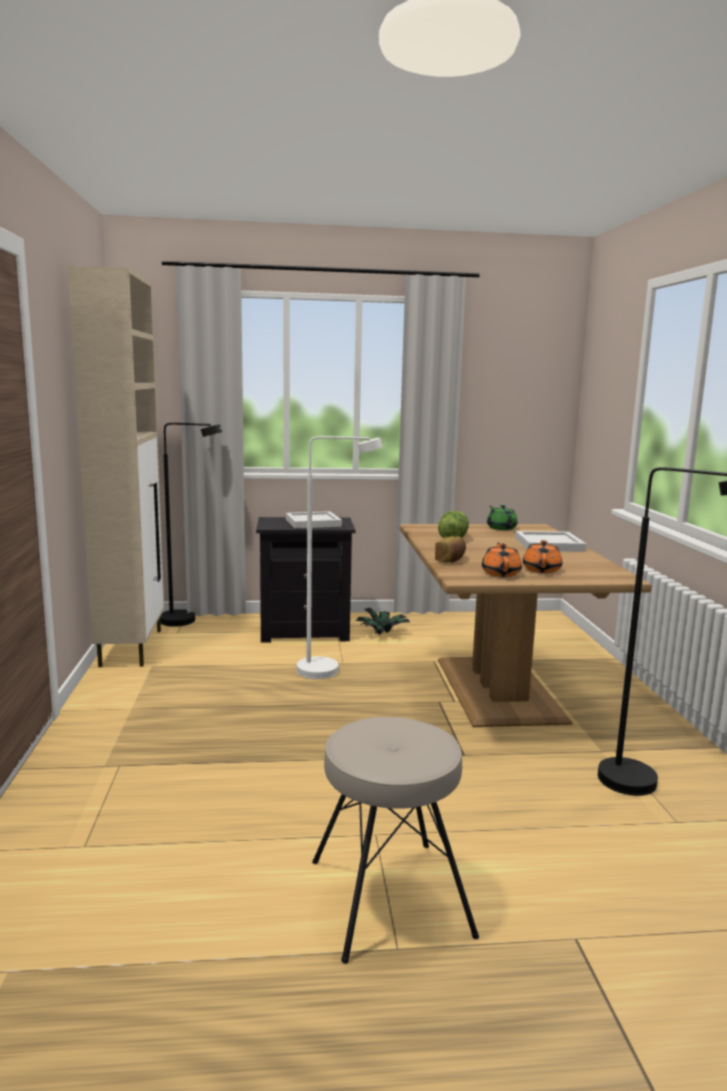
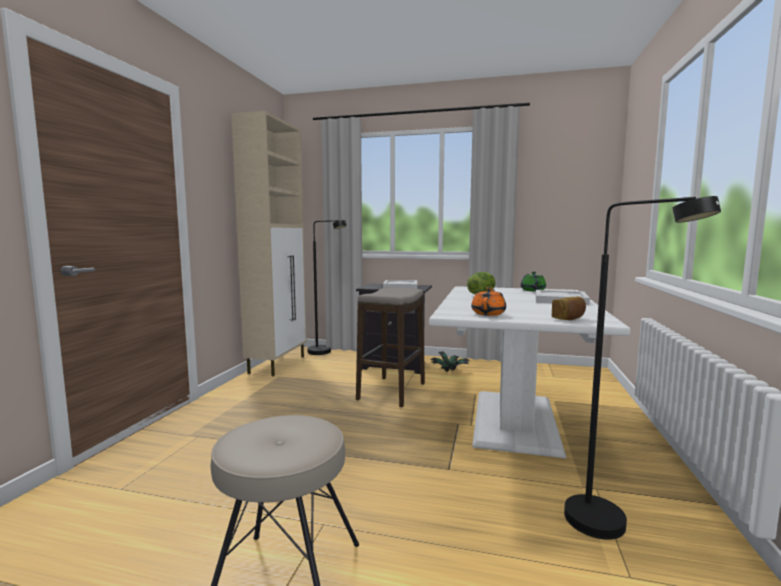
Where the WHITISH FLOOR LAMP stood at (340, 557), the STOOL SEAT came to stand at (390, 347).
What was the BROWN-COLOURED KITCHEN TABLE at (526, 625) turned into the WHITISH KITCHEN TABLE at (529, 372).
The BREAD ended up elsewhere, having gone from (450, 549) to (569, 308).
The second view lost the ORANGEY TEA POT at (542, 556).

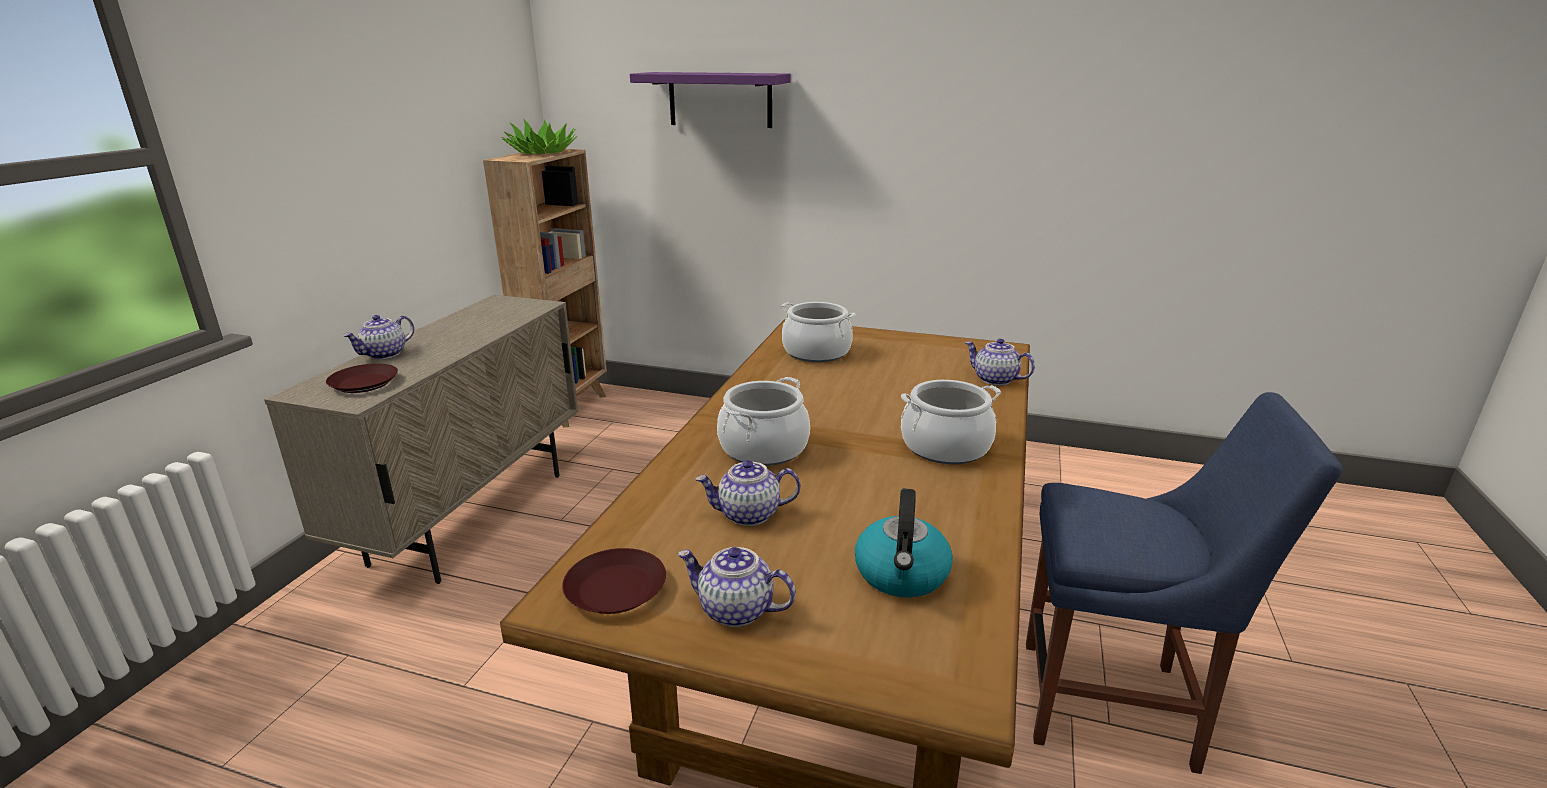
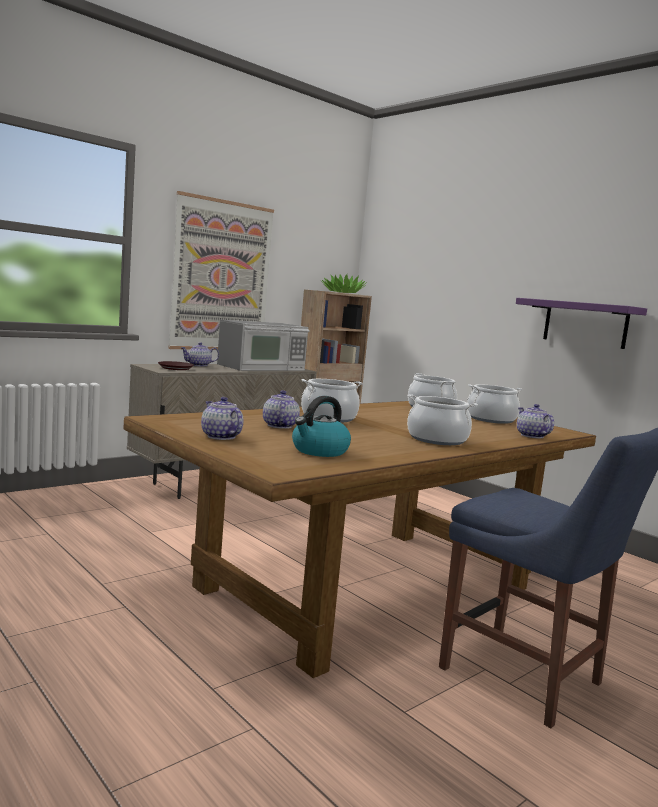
The PURPLE-COLOURED WALL SHELF ended up elsewhere, having gone from (710, 100) to (581, 323).
The TEA POT at (748, 493) ended up facing another way, 60 degrees clockwise from before.
The second view lost the BROWN-COLOURED FLAT DISH at (614, 581).
The second view gained the WALL PICTURE at (221, 270).
The second view gained the MICROWAVE at (263, 345).
The second view gained the SAUCEPOT at (495, 404).

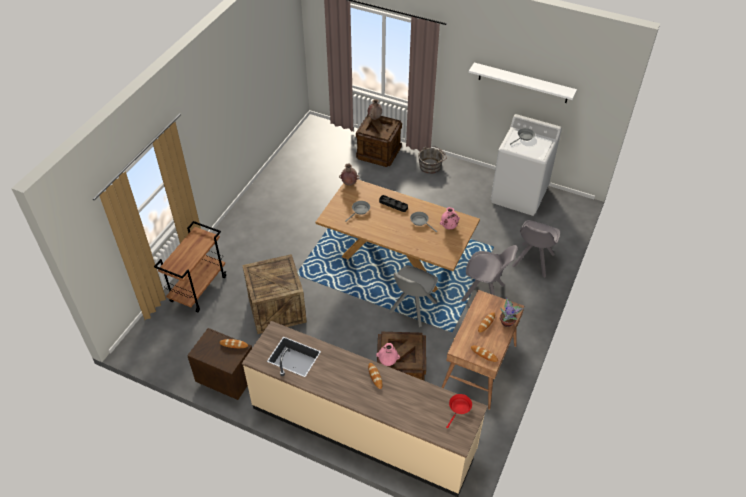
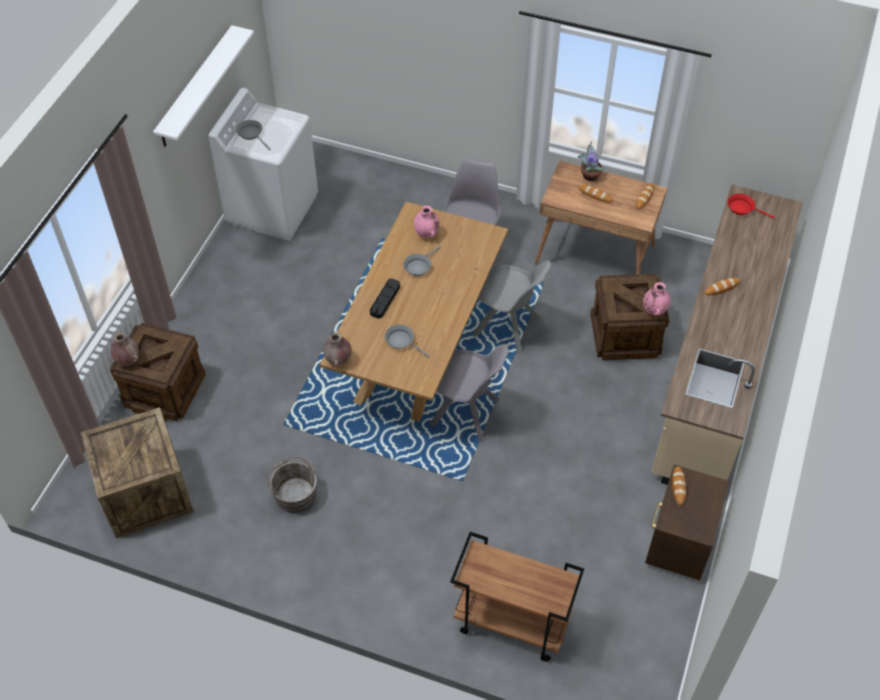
The GREY PAIL ended up elsewhere, having gone from (432, 160) to (291, 485).
The GREY UPRIGHT CHAIR ended up elsewhere, having gone from (536, 249) to (469, 393).
The PACKING CRATE ended up elsewhere, having gone from (274, 294) to (137, 472).

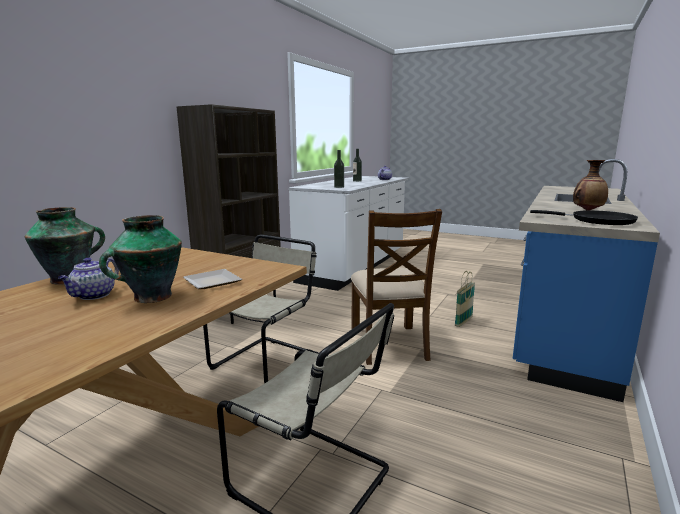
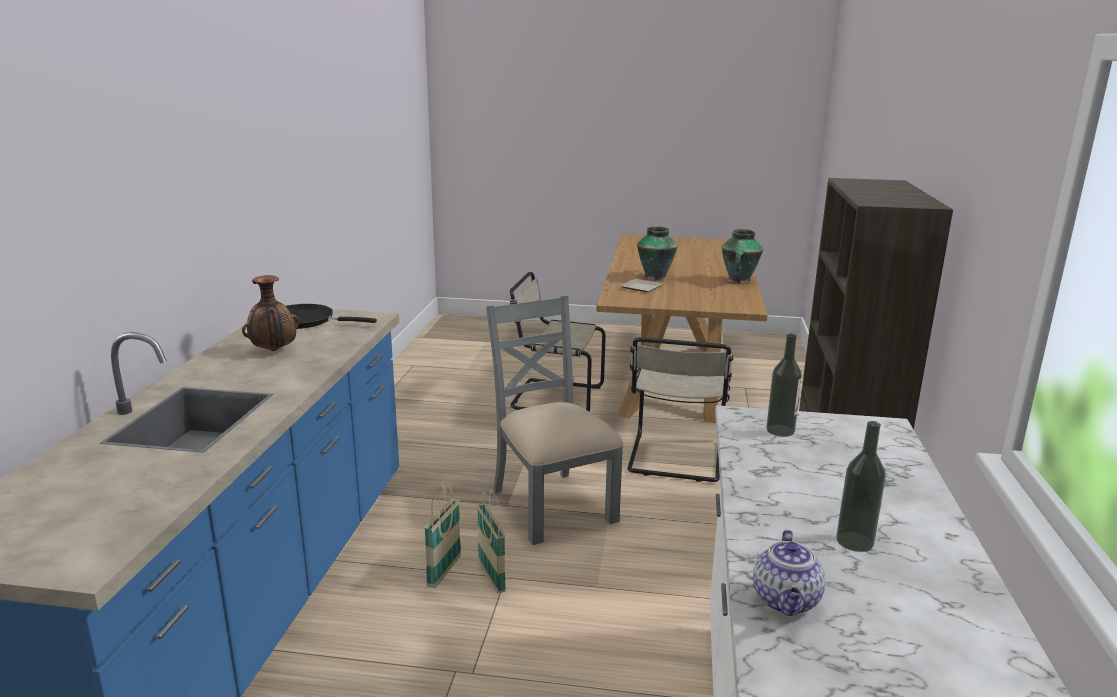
What was the BROWN-COLOURED UPRIGHT CHAIR at (396, 287) turned into the GREY UPRIGHT CHAIR at (554, 420).
The second view lost the TEA POT at (88, 279).
The second view gained the STORAGE BASKET at (491, 541).

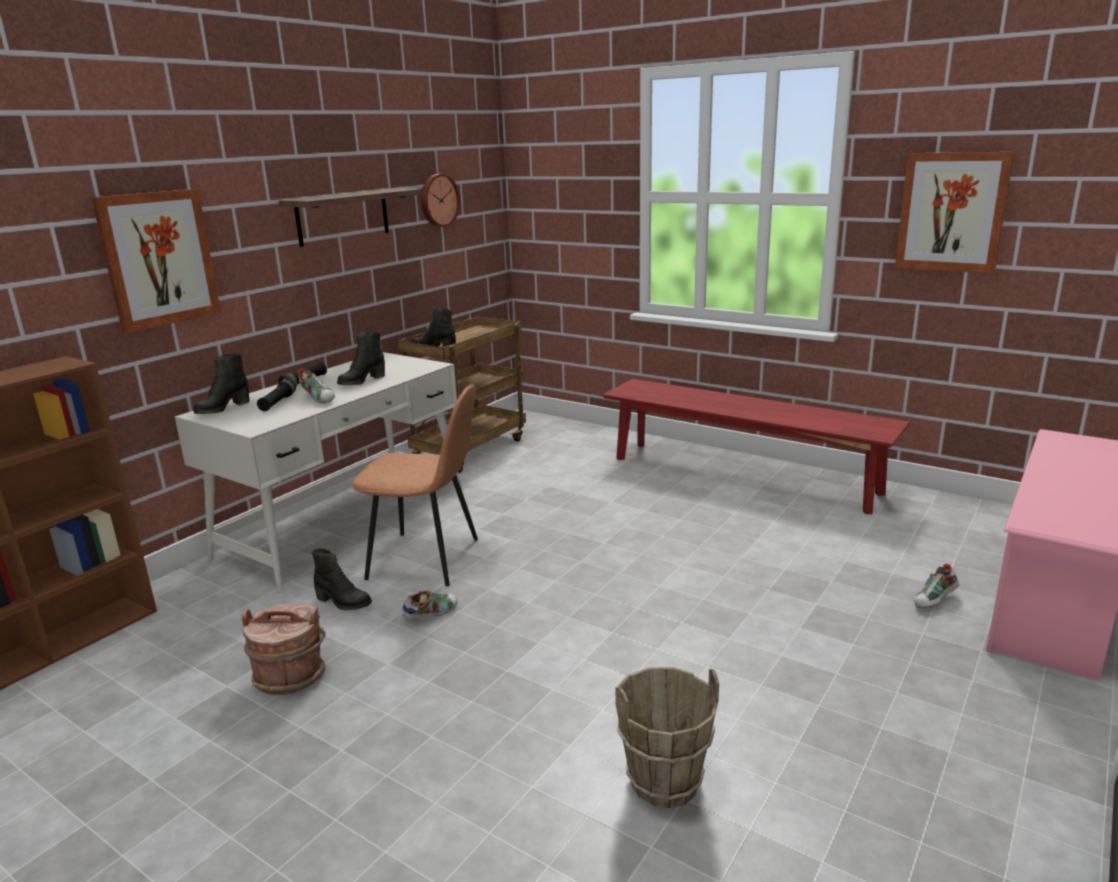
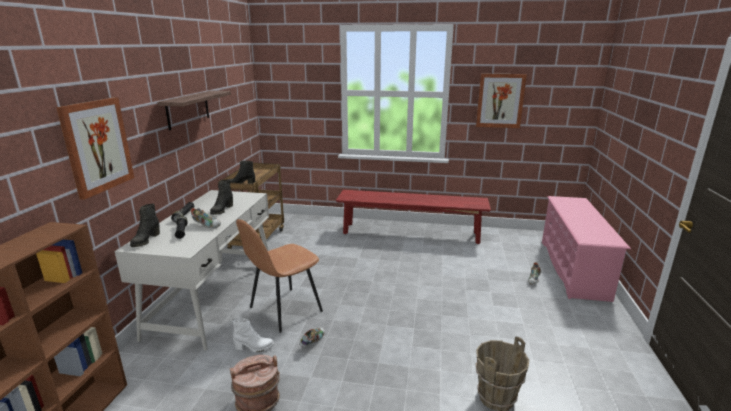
The second view lost the HANGING CLOCK at (440, 200).
The BROWN-COLOURED UPRIGHT CHAIR at (415, 485) ended up facing another way, 150 degrees clockwise from before.
What was the BLACKISH BOOT at (342, 579) turned into the WHITISH BOOT at (253, 335).

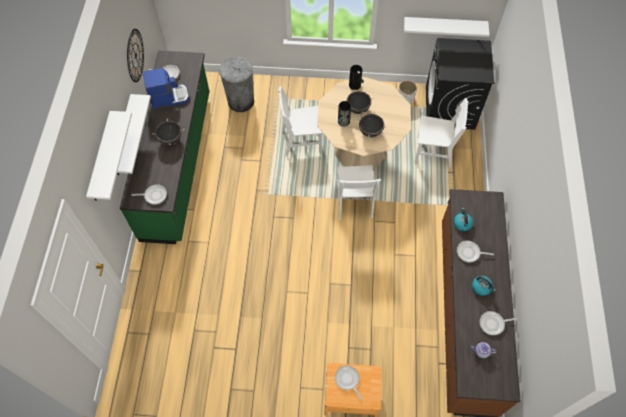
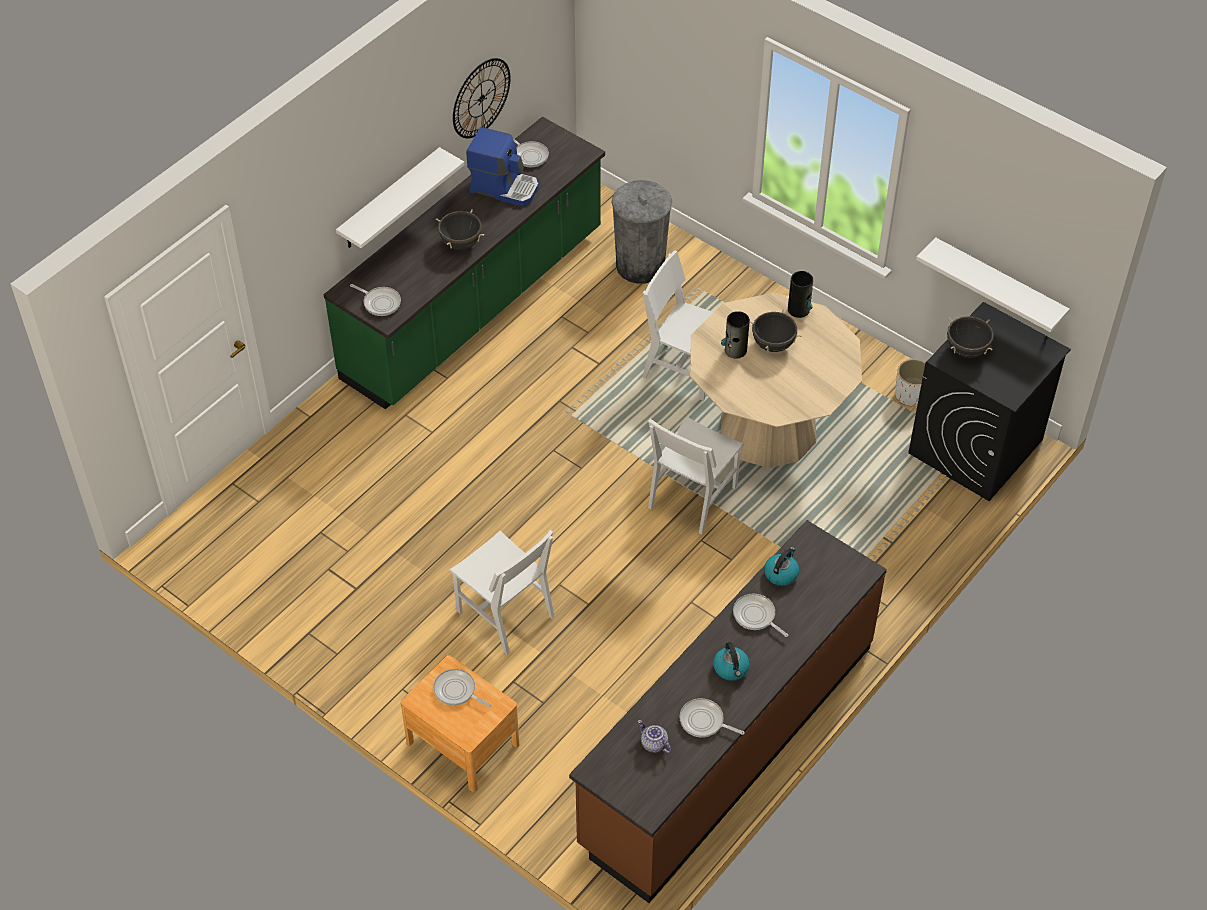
The WHITISH UPRIGHT CHAIR ended up elsewhere, having gone from (441, 133) to (502, 592).
The second view lost the WHITISH WALL SHELF at (109, 156).
The BLACKISH SAUCEPOT ended up elsewhere, having gone from (371, 124) to (970, 337).
The SKILLET at (349, 382) ended up facing another way, 60 degrees counterclockwise from before.

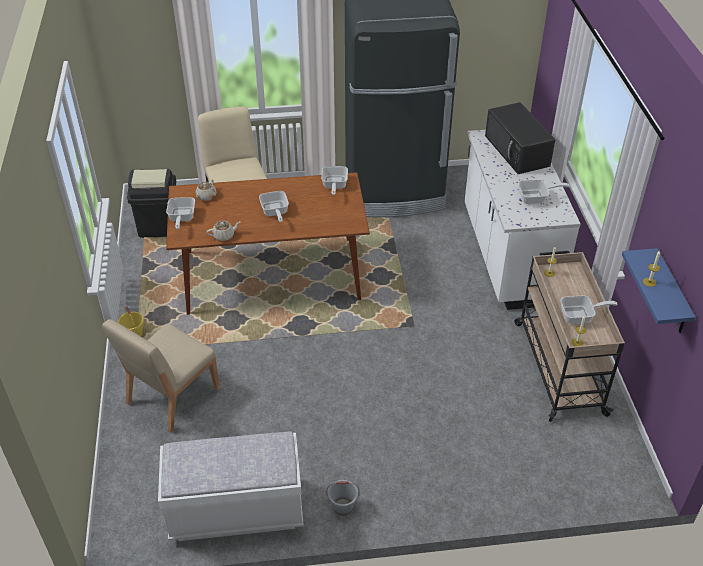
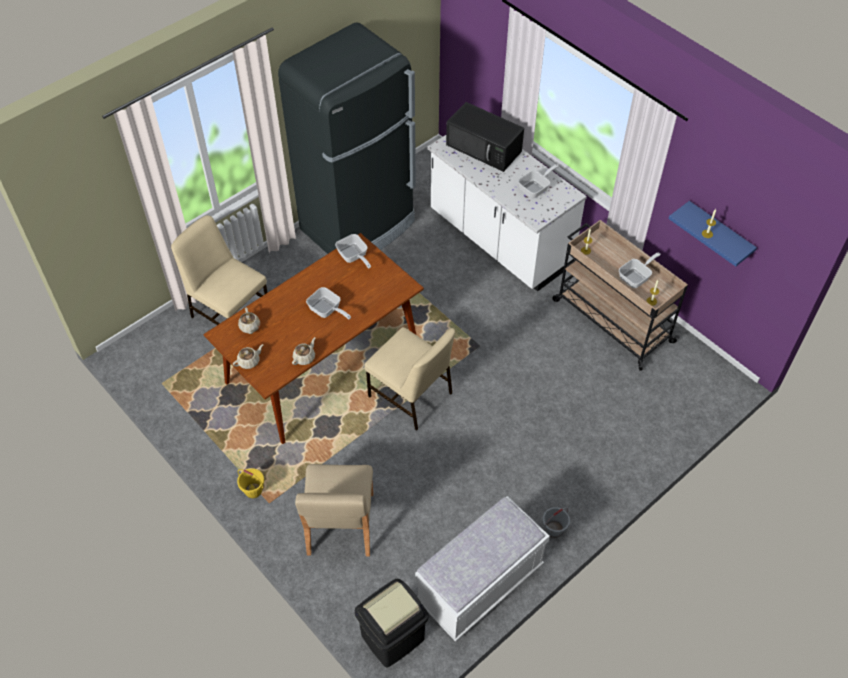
The BLACKISH RUBBISH BIN ended up elsewhere, having gone from (151, 203) to (391, 623).
Where the SKILLET stood at (180, 213), the SAND-COLOURED TEA POT came to stand at (248, 356).
The second view gained the SAND-COLOURED UPRIGHT CHAIR at (409, 379).

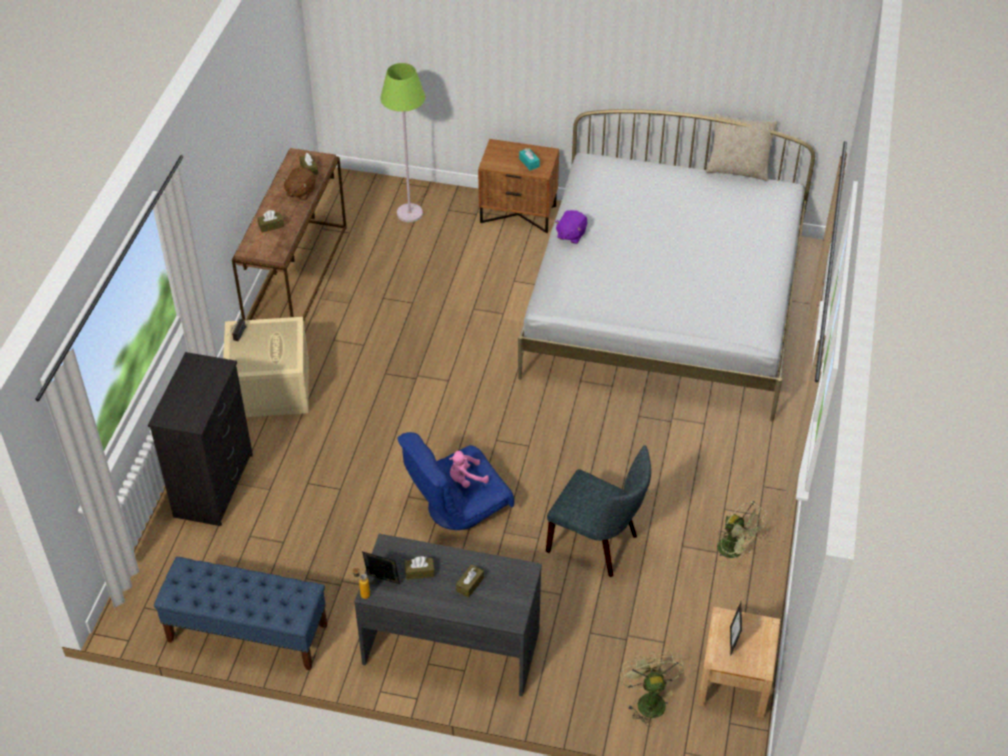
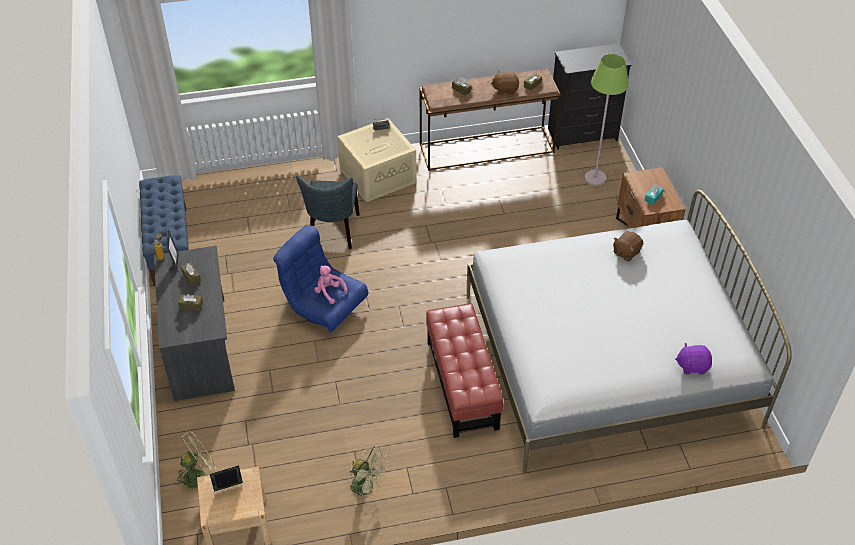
The second view lost the SAND-COLOURED CUSHION at (742, 147).
The PURPLE-COLOURED CUDDLY TOY ended up elsewhere, having gone from (571, 227) to (693, 359).
The BLACKISH DRAWER CHEST ended up elsewhere, having gone from (200, 439) to (589, 97).
The GREY UPRIGHT CHAIR ended up elsewhere, having gone from (598, 511) to (327, 212).
The GREEN-COLOURED ELECTRIC FAN at (742, 534) ended up facing another way, 75 degrees counterclockwise from before.
The second view gained the BROWN-COLOURED CUDDLY TOY at (628, 246).
The second view gained the RED FOOTREST at (464, 371).

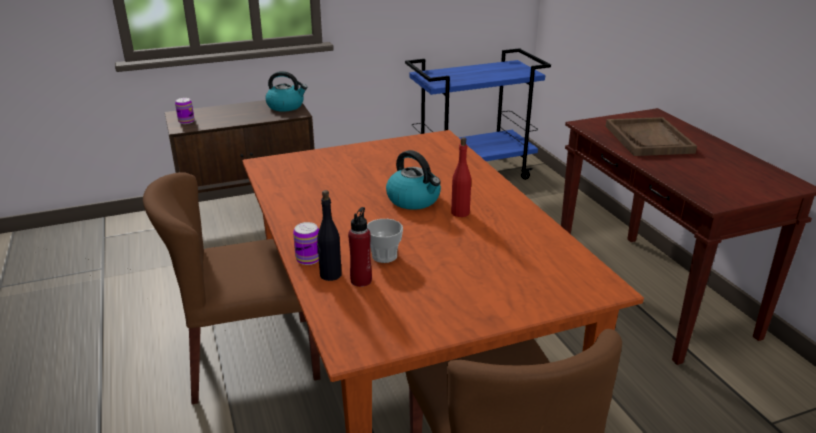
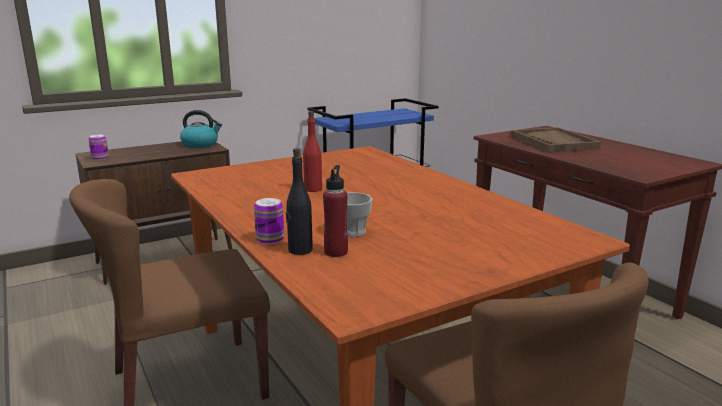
The RED BOTTLE ended up elsewhere, having gone from (461, 177) to (312, 151).
The second view lost the WATER KETTLE at (413, 180).

